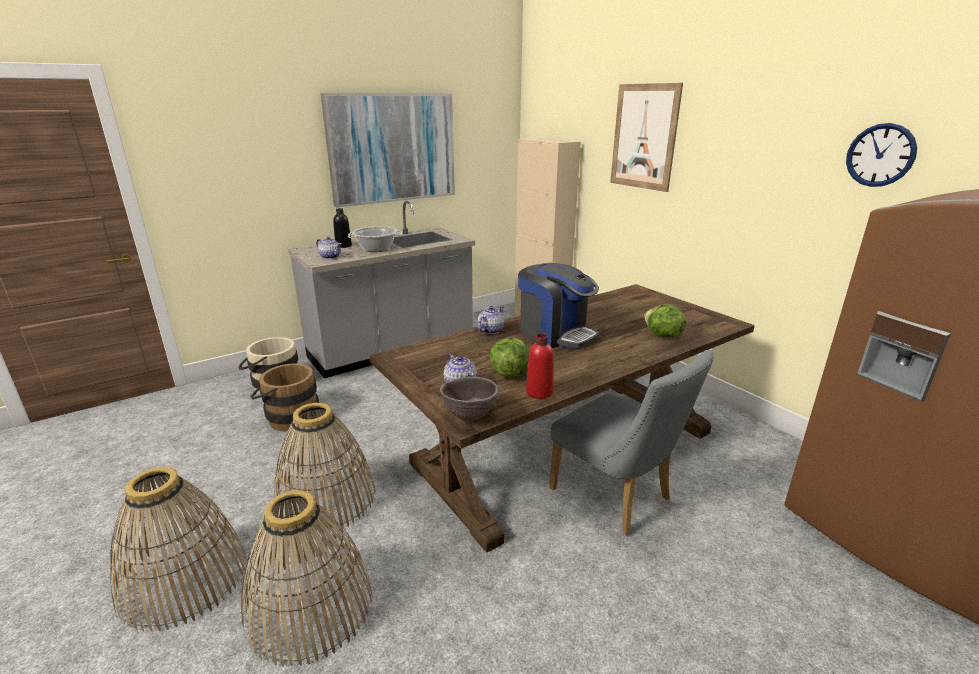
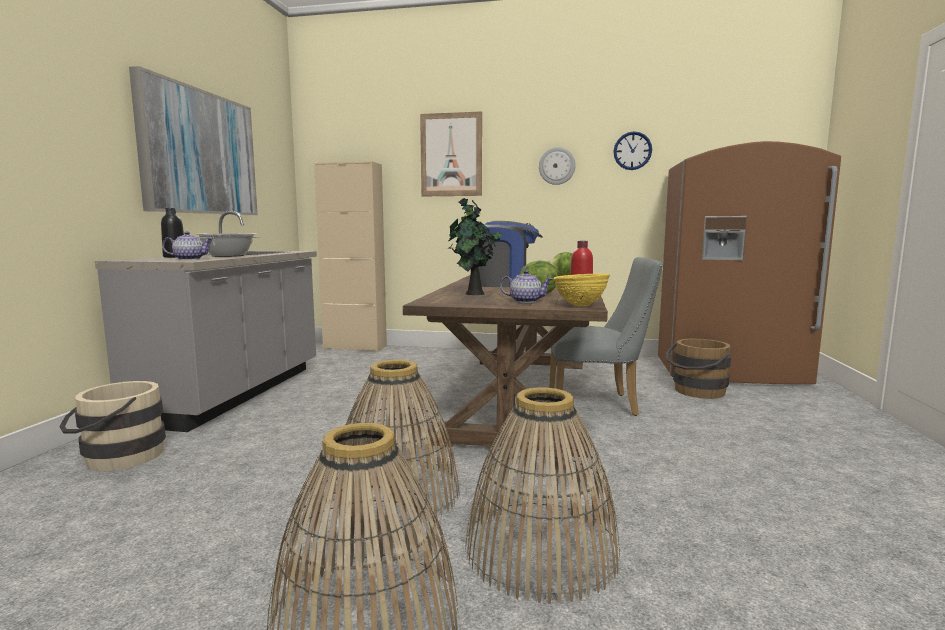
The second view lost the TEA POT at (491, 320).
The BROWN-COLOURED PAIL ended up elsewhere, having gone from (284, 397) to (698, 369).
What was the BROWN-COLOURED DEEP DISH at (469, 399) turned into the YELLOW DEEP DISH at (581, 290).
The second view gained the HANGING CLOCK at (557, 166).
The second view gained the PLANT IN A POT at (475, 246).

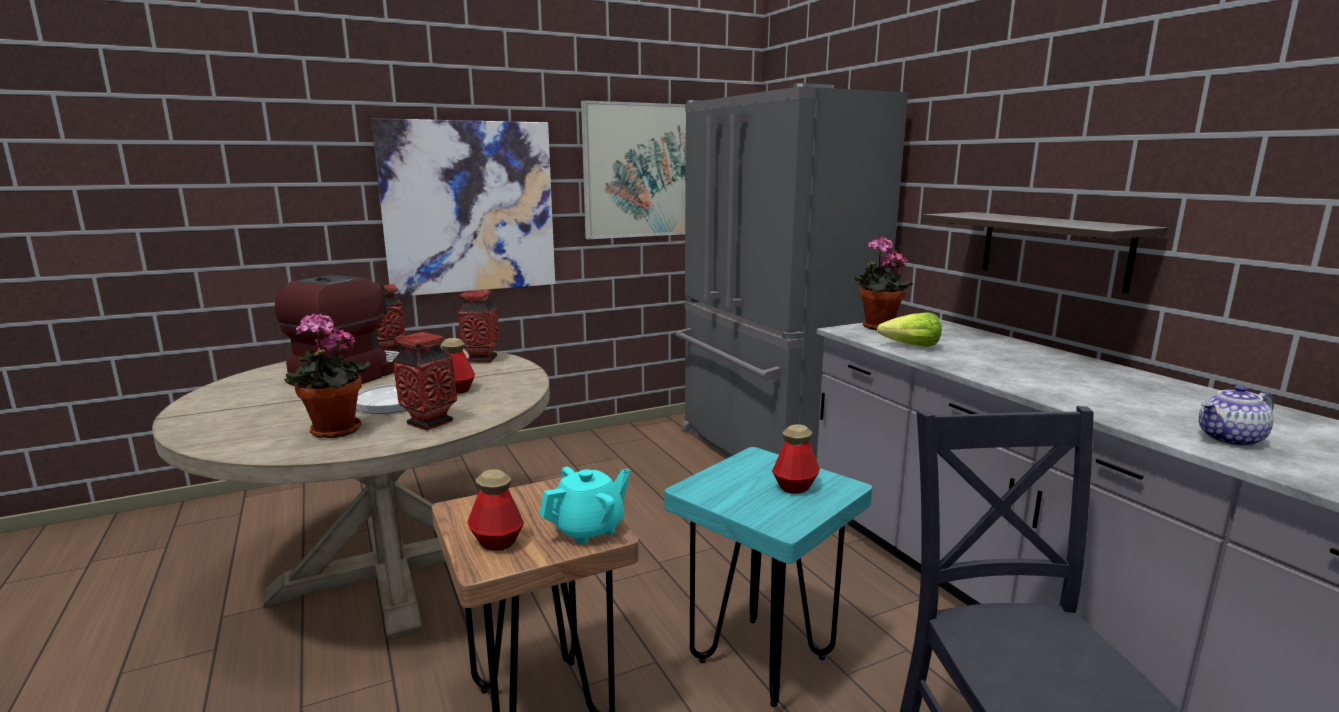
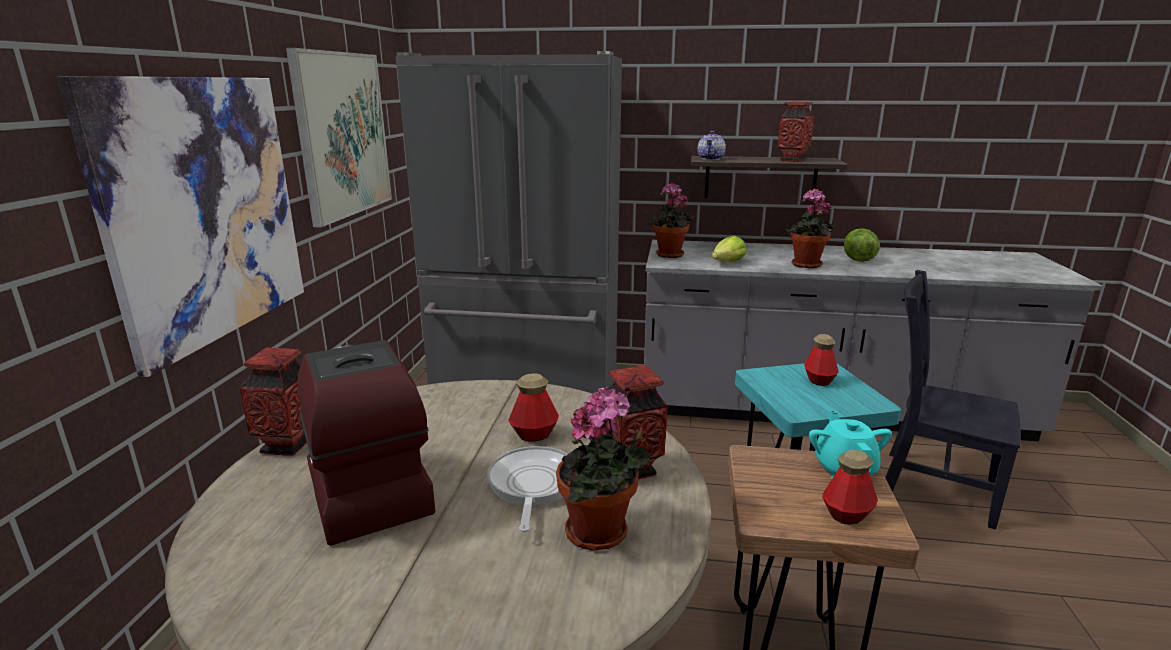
The VASE ended up elsewhere, having gone from (479, 327) to (796, 132).
The TEA POT ended up elsewhere, having gone from (1236, 416) to (711, 145).
The second view gained the PLANT IN A POT at (810, 228).
The second view gained the HEAD OF LETTUCE at (862, 245).

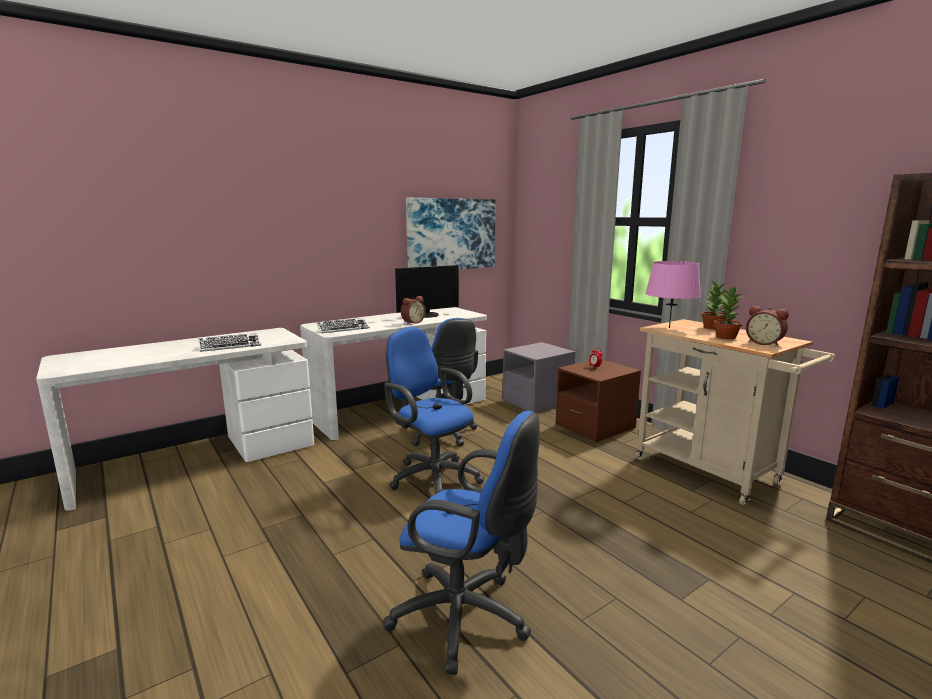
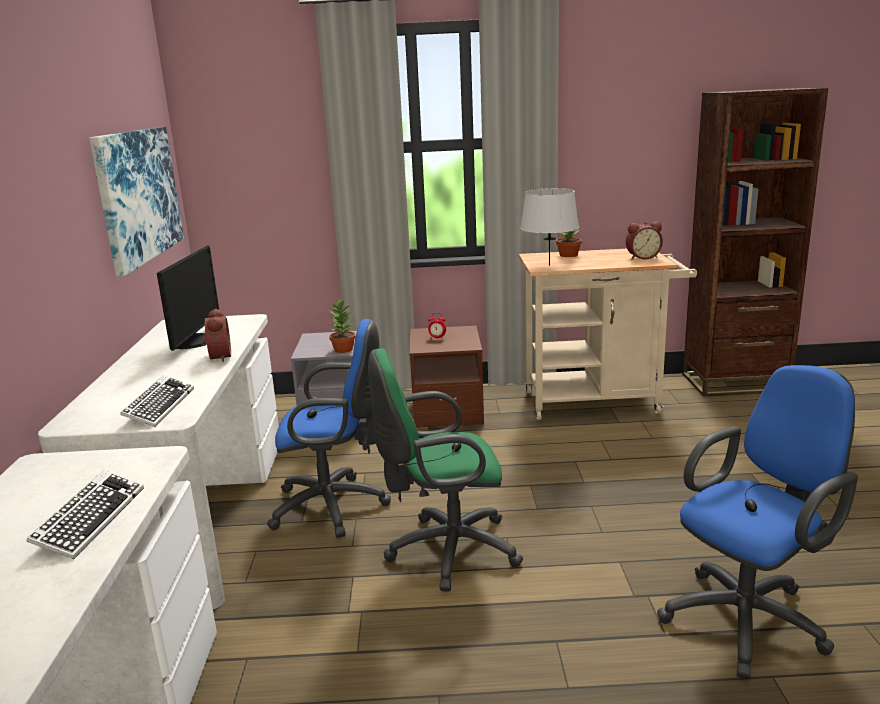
What was the PINK-COLOURED TABLE LAMP at (673, 294) turned into the GREY TABLE LAMP at (549, 227).
The PLANT IN A POT ended up elsewhere, having gone from (728, 313) to (342, 326).
What was the BLUISH DESK CHAIR at (434, 410) turned into the GREEN-COLOURED DESK CHAIR at (445, 470).

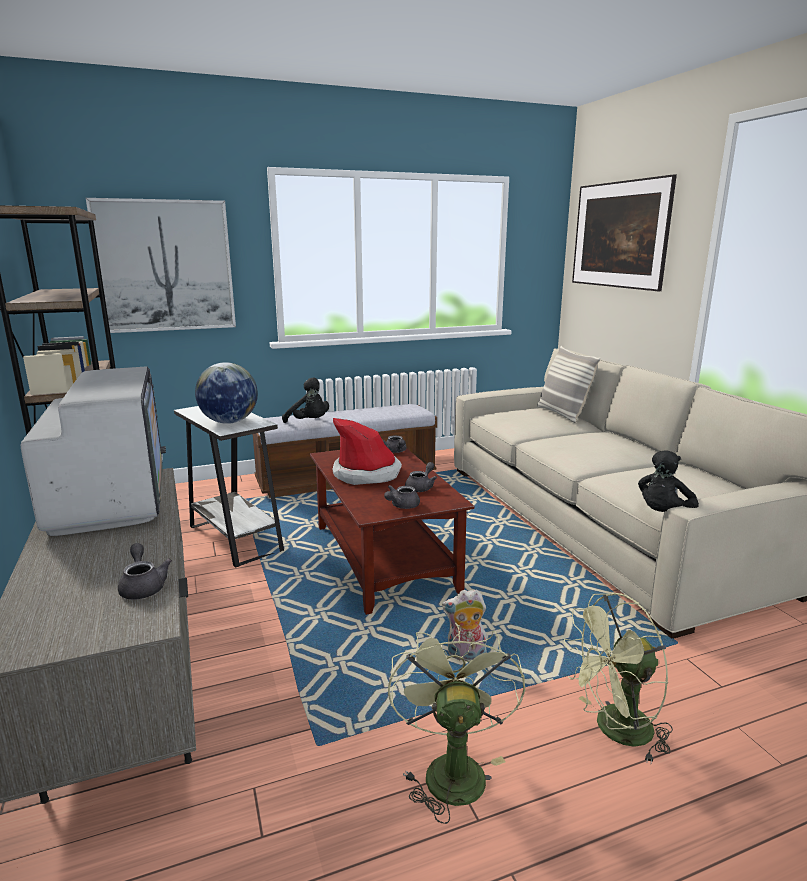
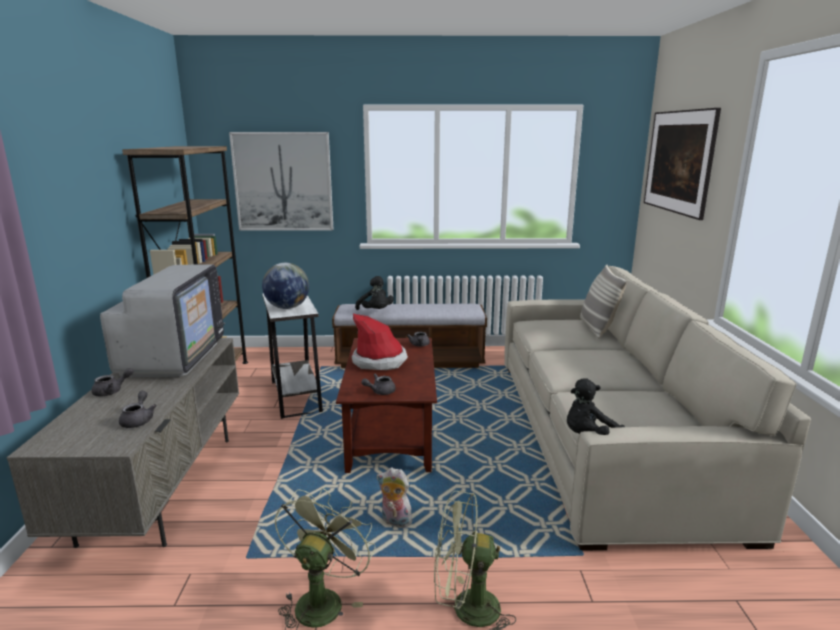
The GREY TEA POT ended up elsewhere, having gone from (421, 477) to (112, 382).

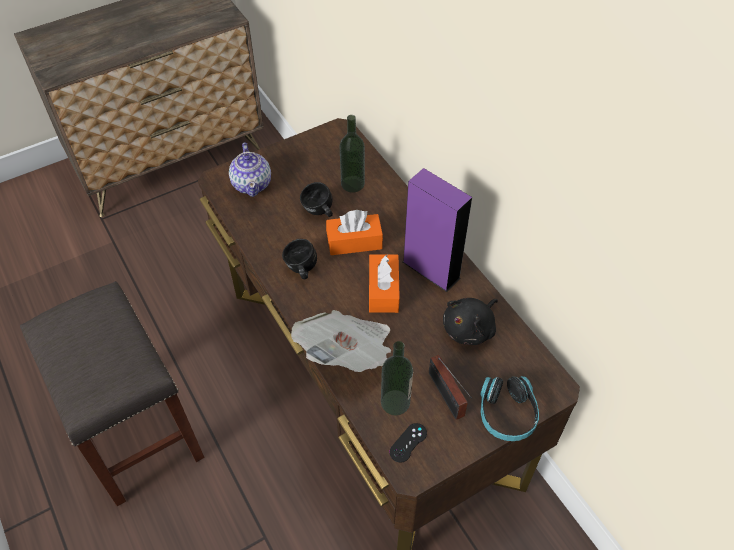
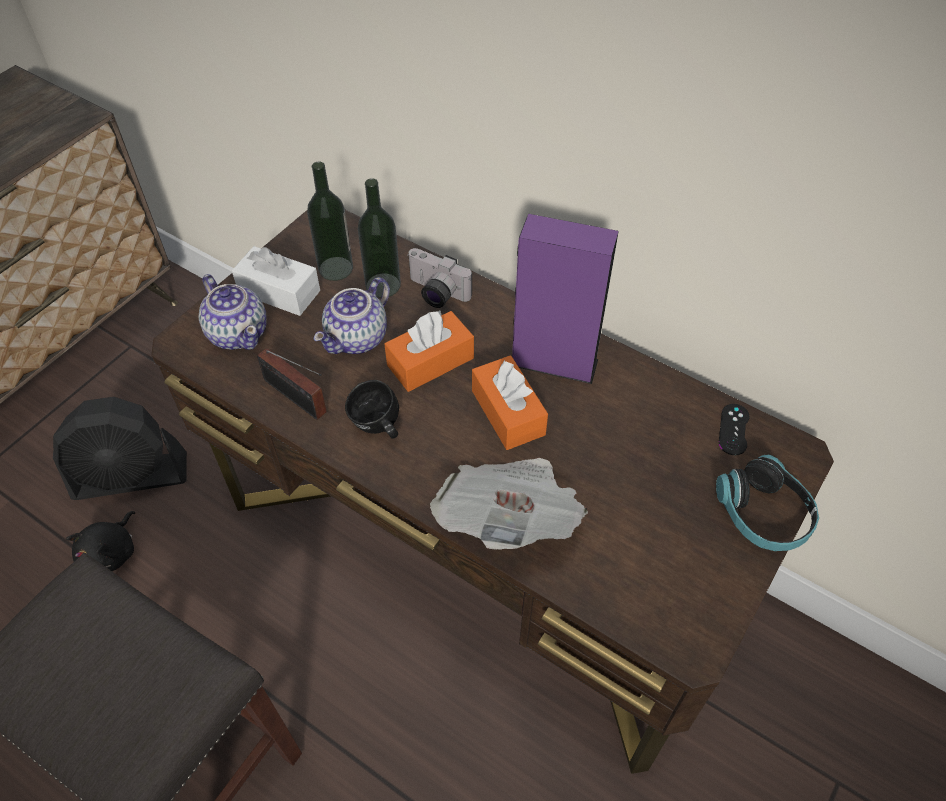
Where the BLACKISH TEA MUG stood at (316, 199), the TEA POT came to stand at (352, 315).
The BLACKISH CUDDLY TOY ended up elsewhere, having gone from (470, 321) to (100, 541).
The BOTTLE ended up elsewhere, having gone from (397, 378) to (330, 221).
The RADIO SET ended up elsewhere, having gone from (450, 387) to (292, 384).
The BLACKISH GAME CONTROLLER ended up elsewhere, having gone from (408, 443) to (734, 429).
The second view gained the WHITISH BOX OF TISSUES at (276, 281).
The second view gained the PHOTO CAMERA at (440, 278).
The second view gained the BLACKISH ELECTRIC FAN at (120, 448).

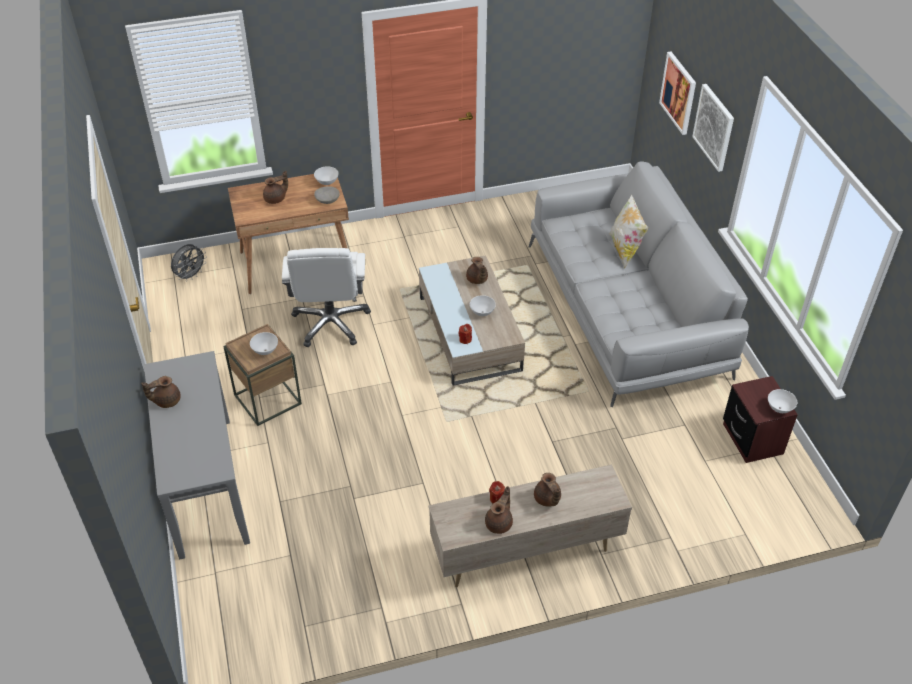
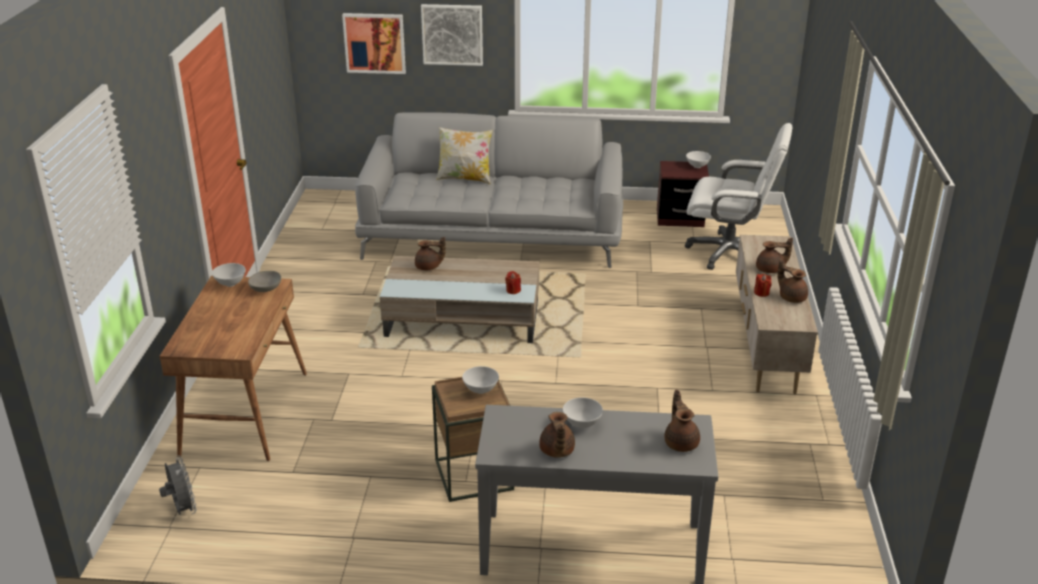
The BROWN-COLOURED TEA POT ended up elsewhere, having gone from (275, 187) to (682, 421).
The WHITISH DESK CHAIR ended up elsewhere, having gone from (326, 297) to (738, 196).
The WHITISH DEEP DISH ended up elsewhere, having gone from (483, 305) to (583, 412).

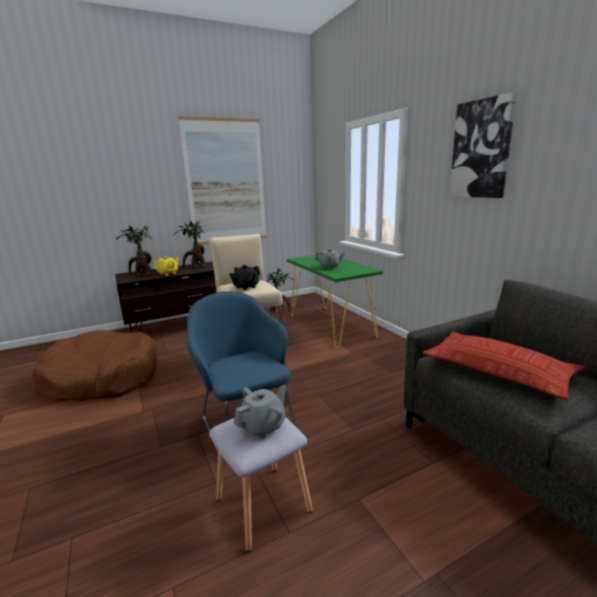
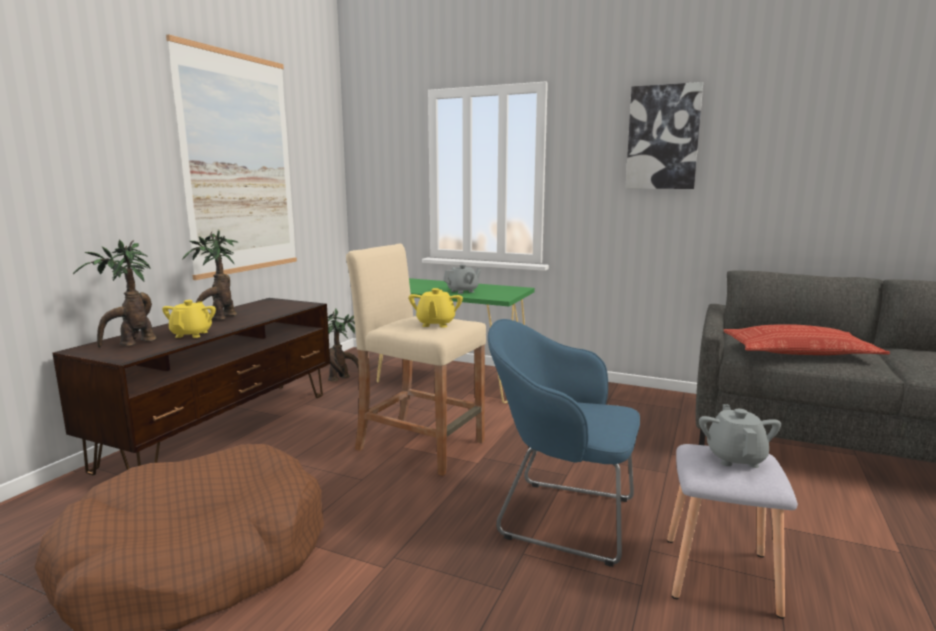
What was the BLACKISH TEA POT at (244, 277) turned into the YELLOW TEA POT at (436, 308).

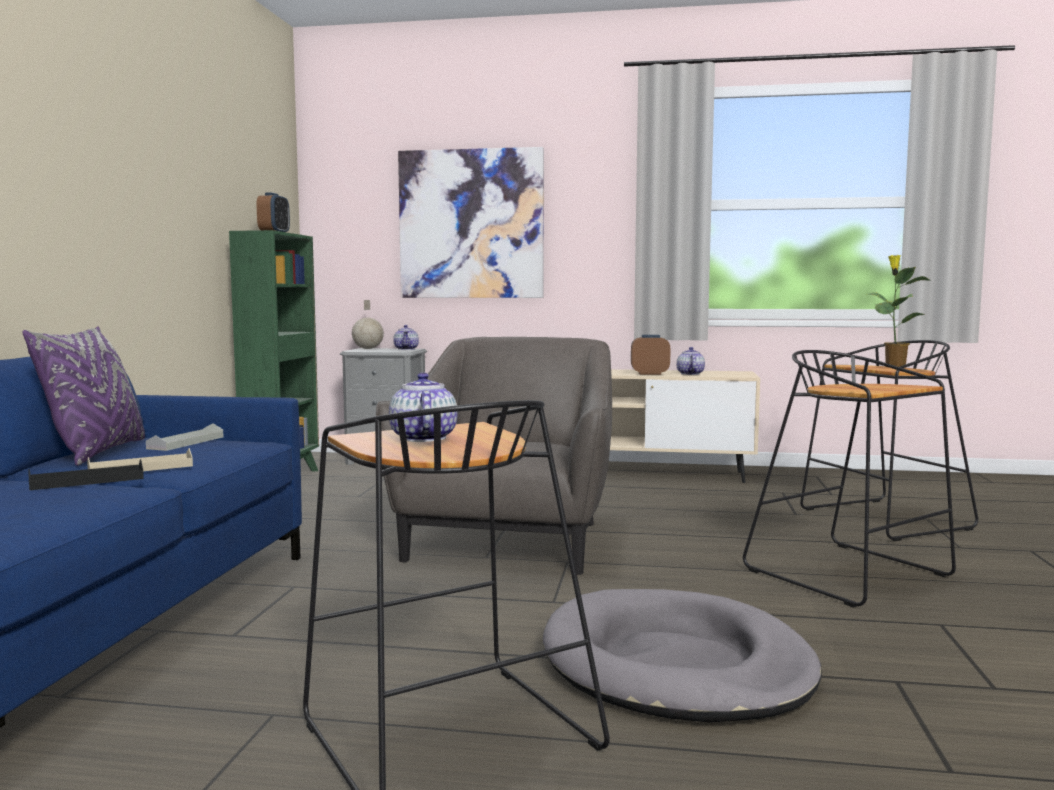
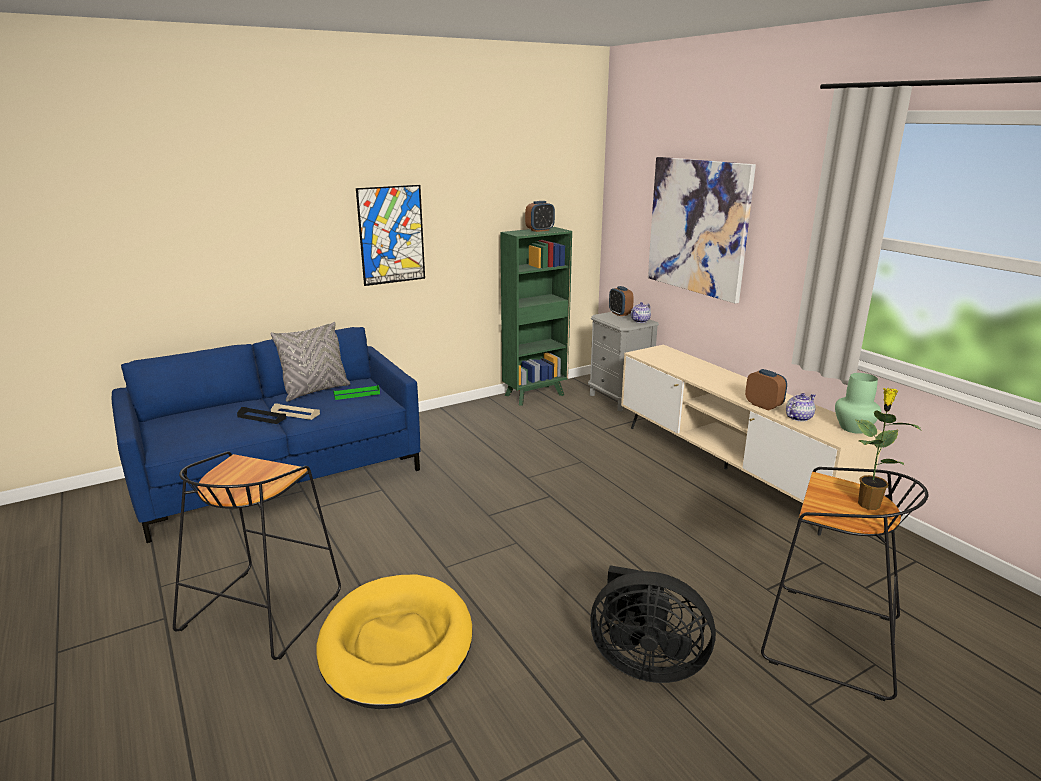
Where the DESK GLOBE stood at (368, 324), the ALARM CLOCK came to stand at (621, 301).
What was the PURPLE-COLOURED CUSHION at (84, 396) turned into the GREY CUSHION at (310, 362).
The second view lost the GREY LOUNGE CHAIR at (494, 456).
Where the BLACKISH STOOL SEAT stood at (849, 479), the BLACKISH ELECTRIC FAN came to stand at (653, 624).
The second view lost the TEA POT at (423, 407).
What was the GREY CARRYING TRAY at (185, 437) turned into the GREEN-COLOURED CARRYING TRAY at (356, 392).
What was the GREY DOG CUSHION at (682, 656) turned into the YELLOW DOG CUSHION at (394, 641).
The second view gained the WALL PICTURE at (390, 235).
The second view gained the GREEN-COLOURED VASE at (858, 403).

